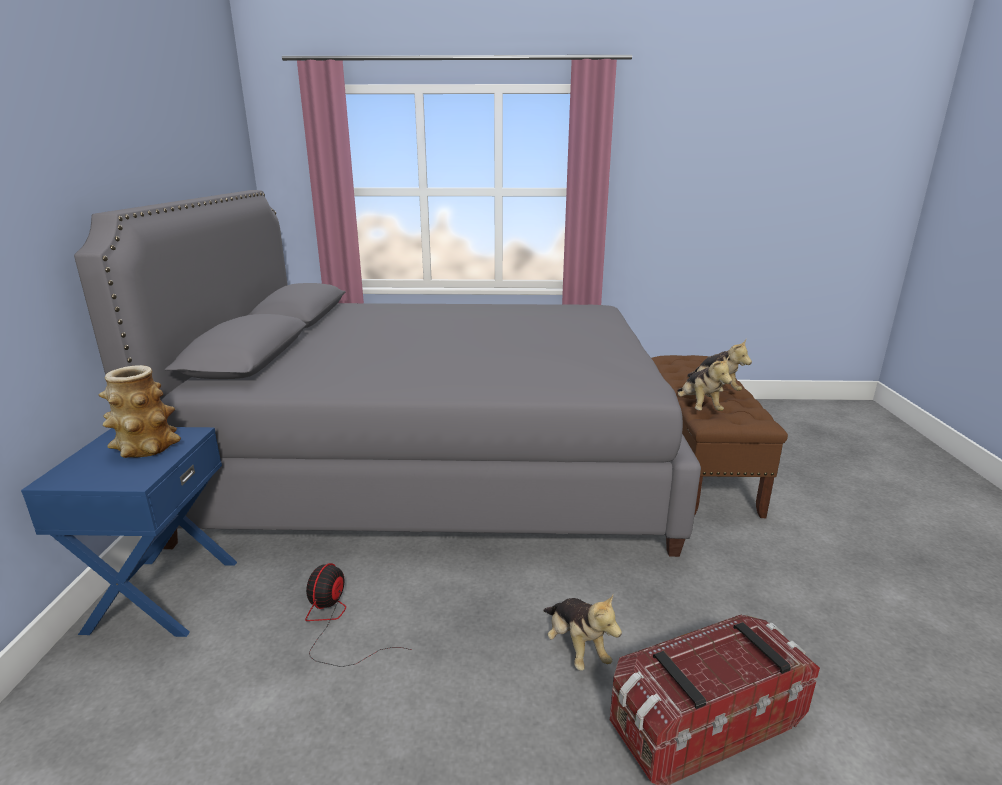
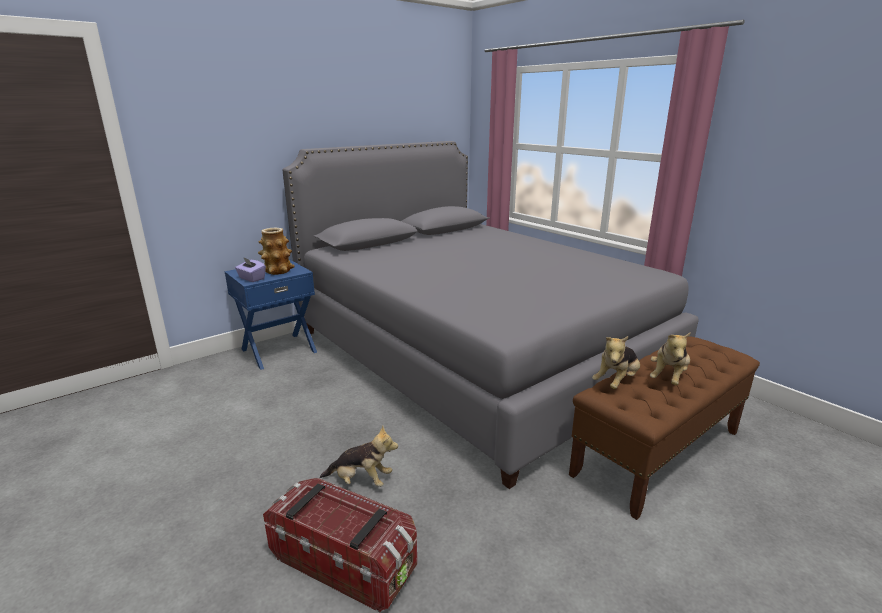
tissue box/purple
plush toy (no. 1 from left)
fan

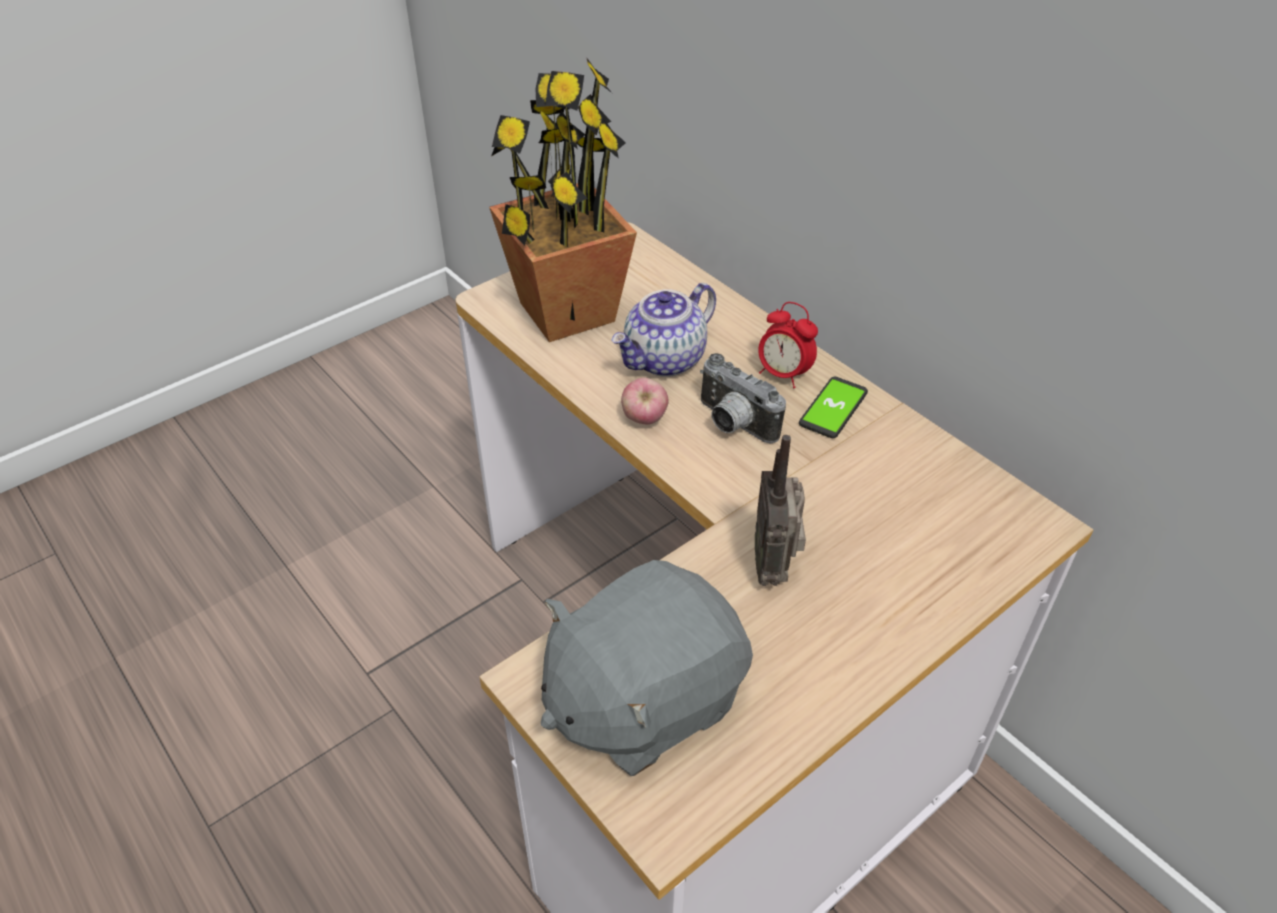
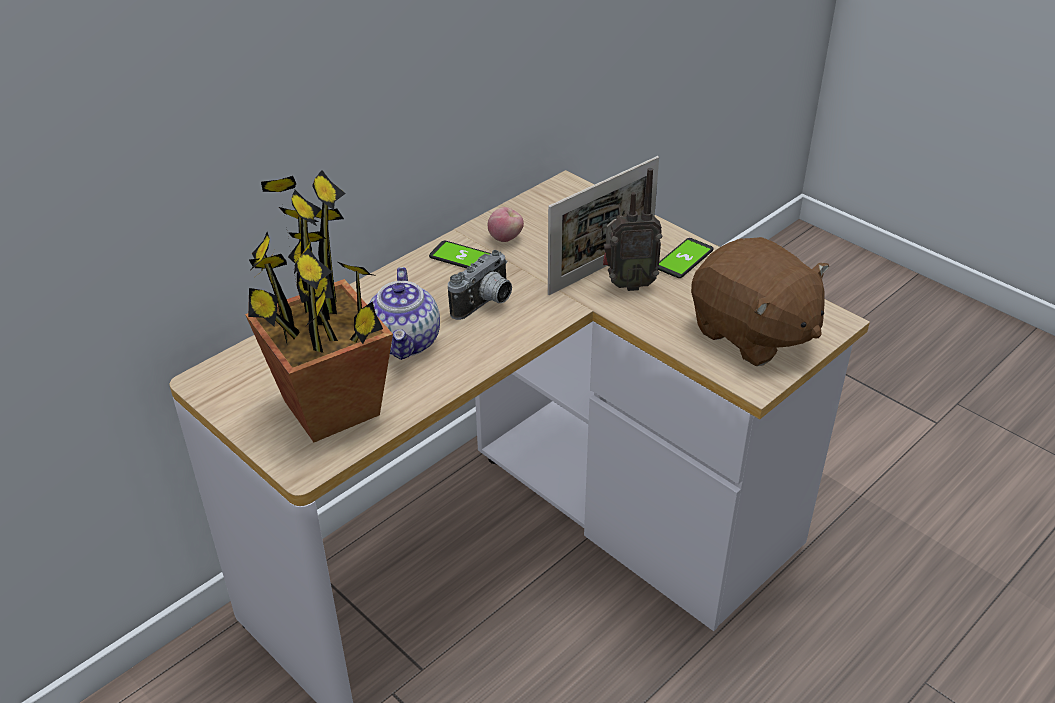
teapot
apple
picture frame
phone (no. 2 from left)
plush toy/brown
alarm clock

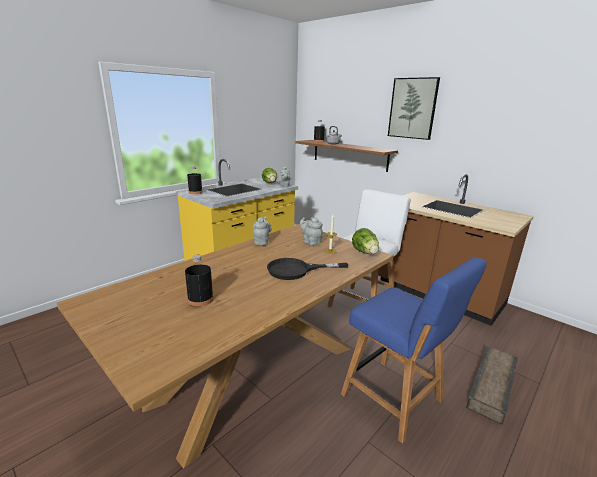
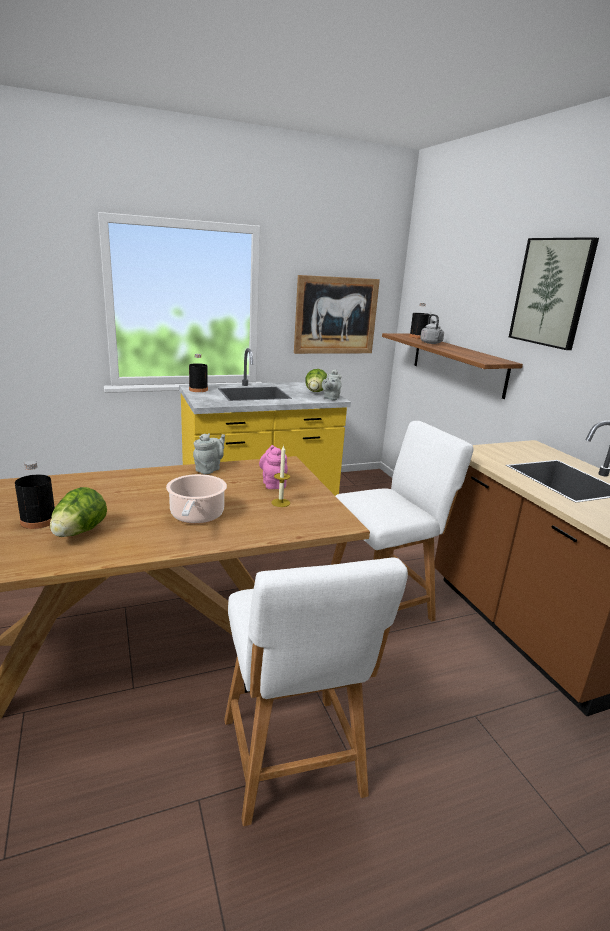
lettuce (no. 1 from left)
cooking pot
chair/white (no. 1 from left)
teapot/pink
picture (no. 1 from left)
crate

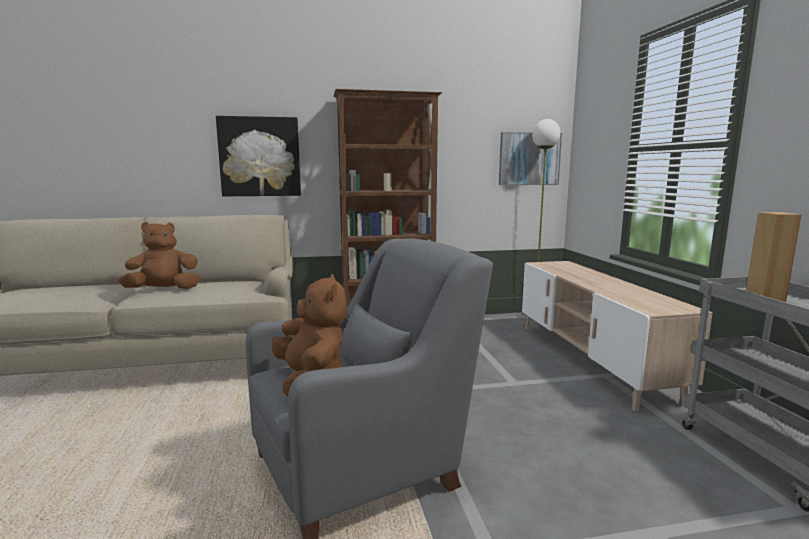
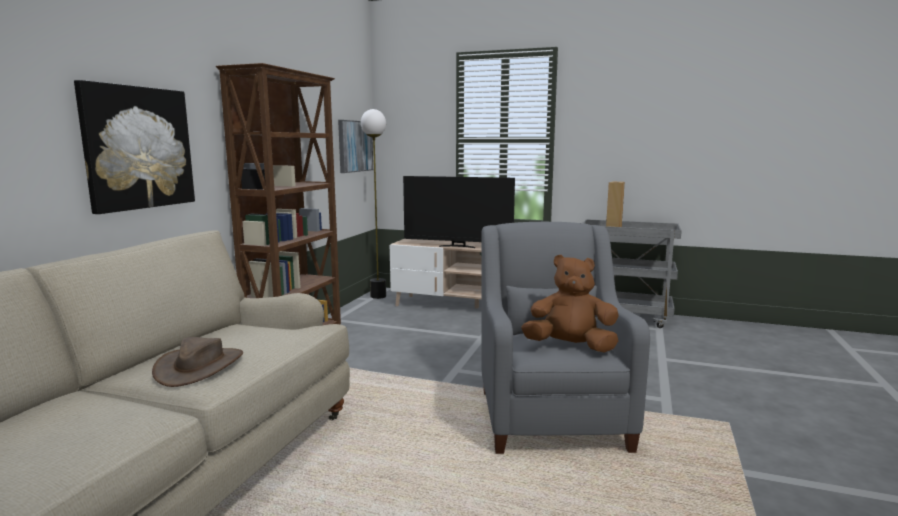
hat/brown
television

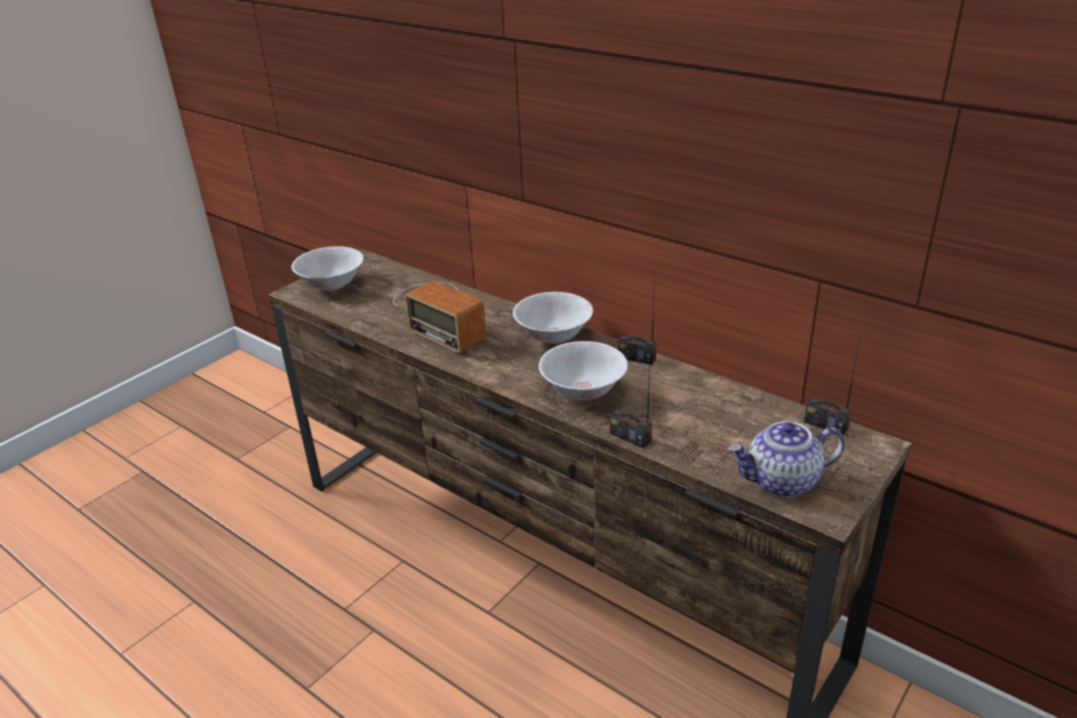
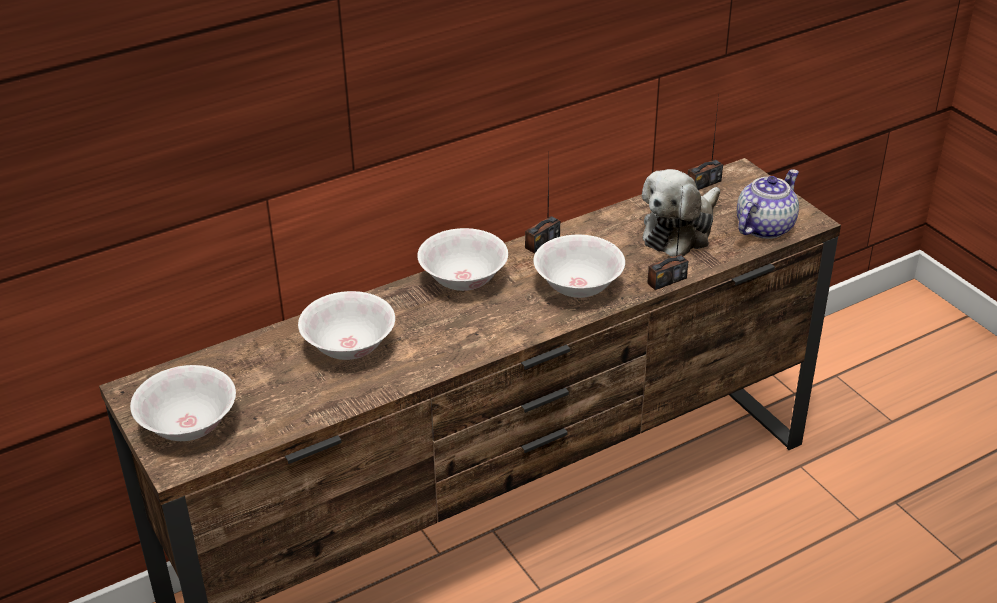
bowl/white (no. 2 from left)
plush toy
teapot

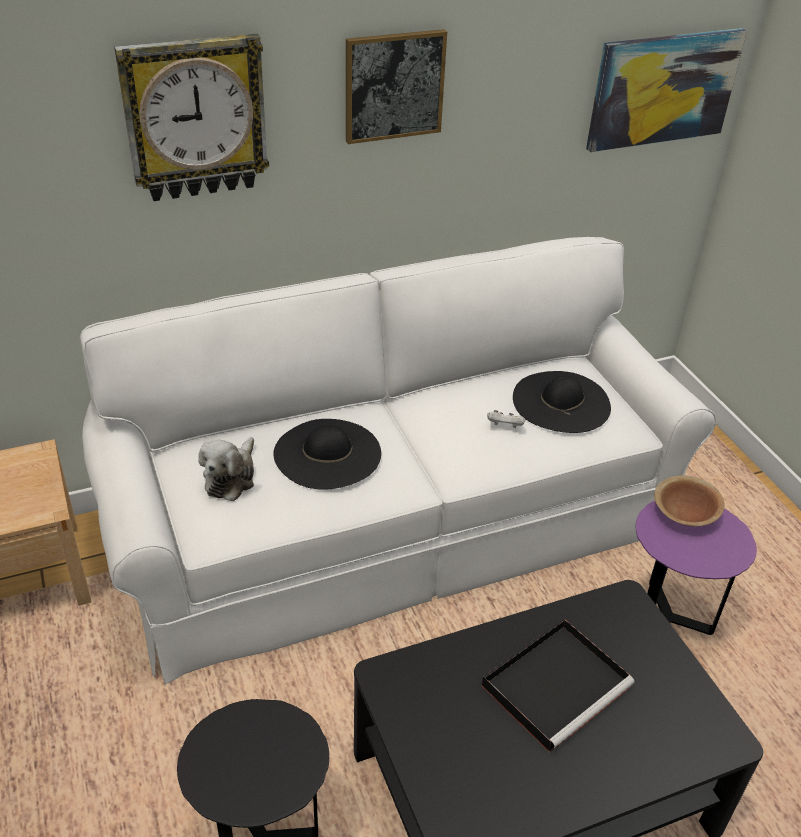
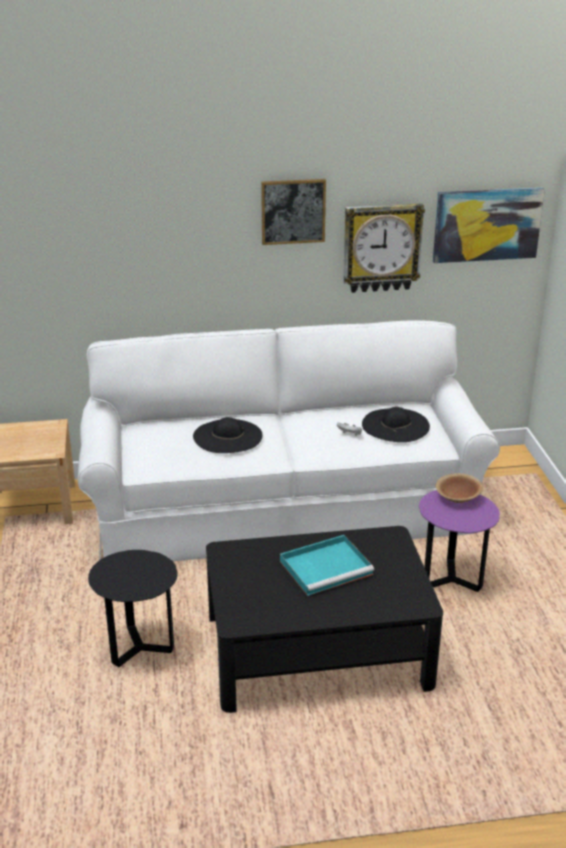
tray/turquoise
wall clock
plush toy

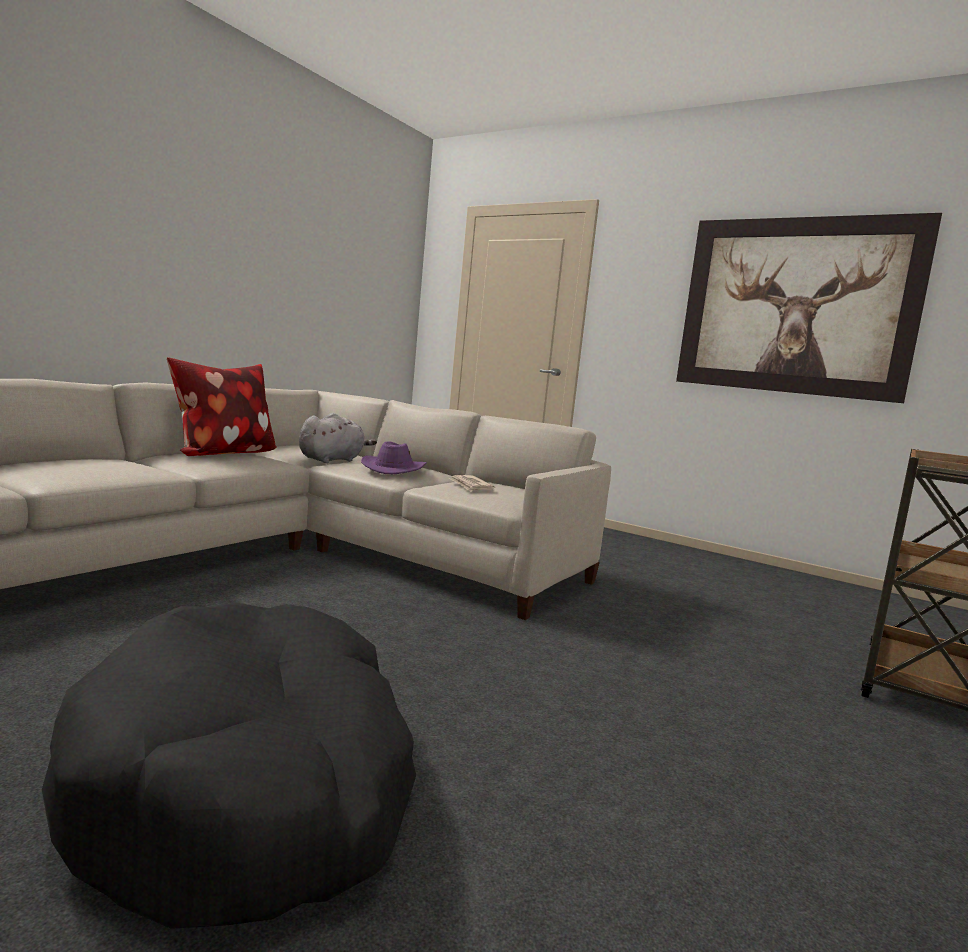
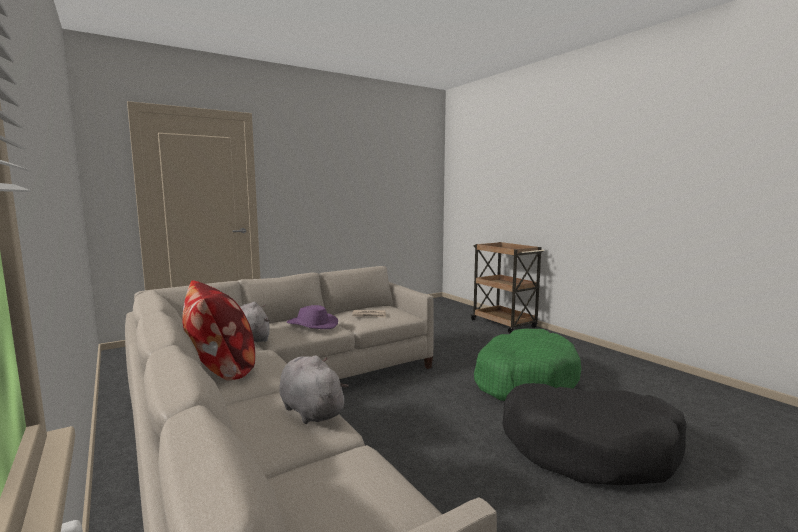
plush toy/grey (no. 2 from left)
dog bed/green
picture

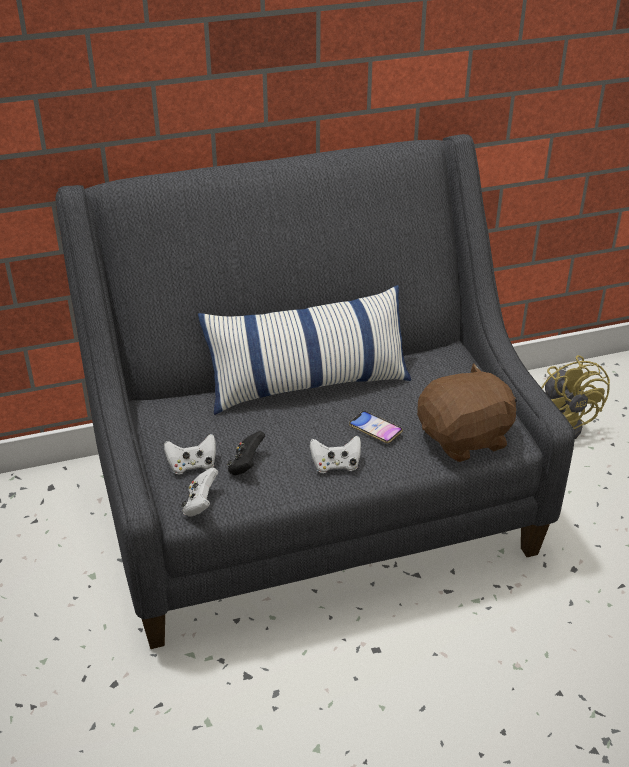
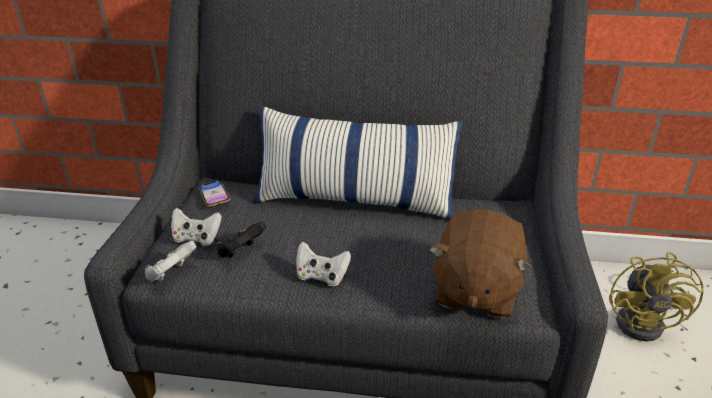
phone
plush toy/brown

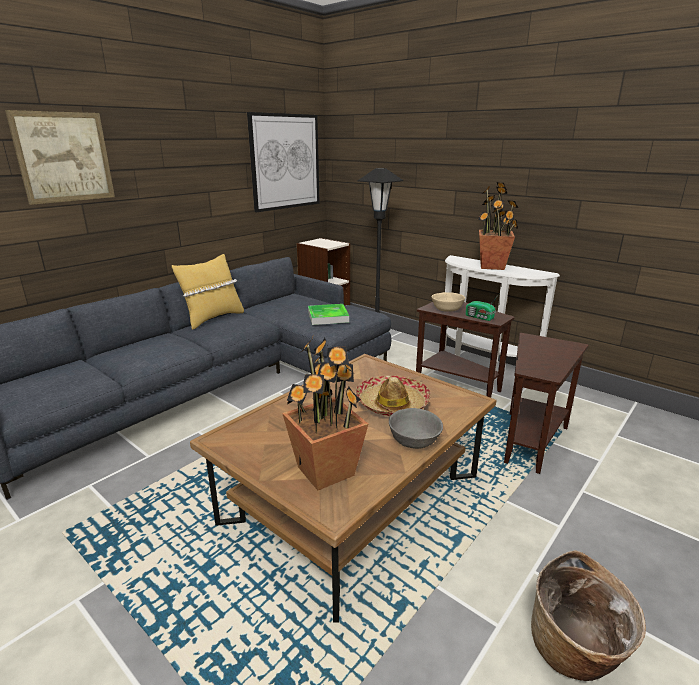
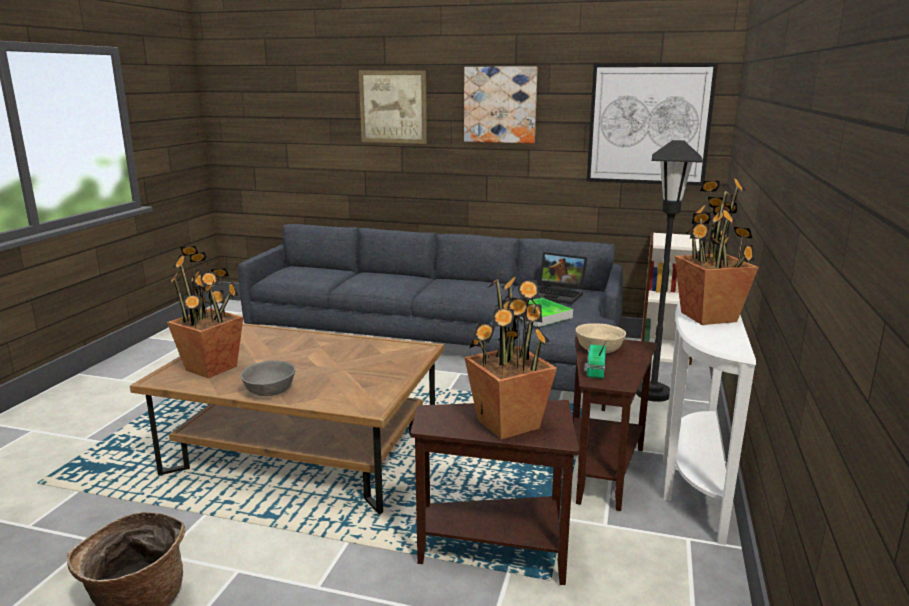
picture (no. 2 from left)
potted plant (no. 2 from left)
laptop
pillow/yellow
hat

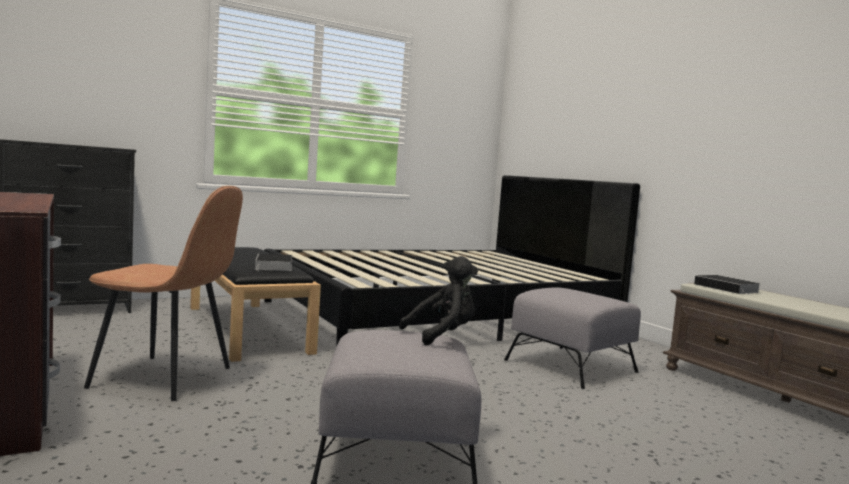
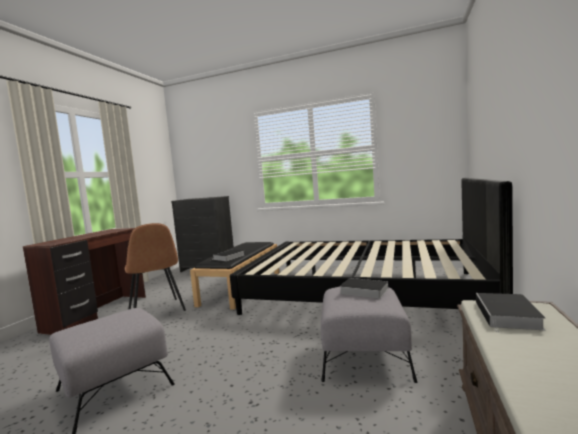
book (no. 2 from left)
plush toy/black

